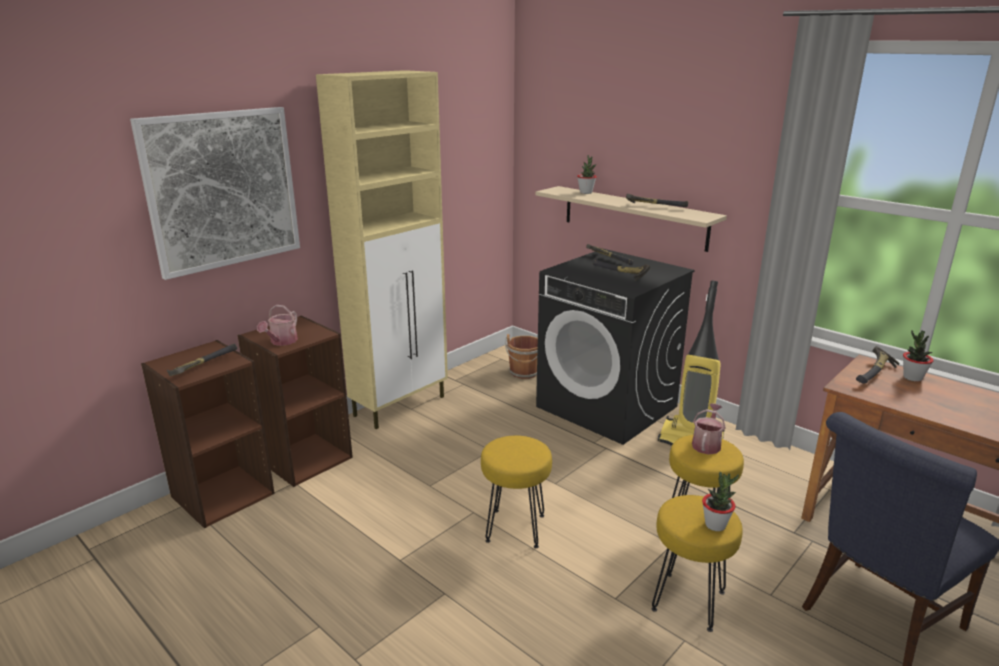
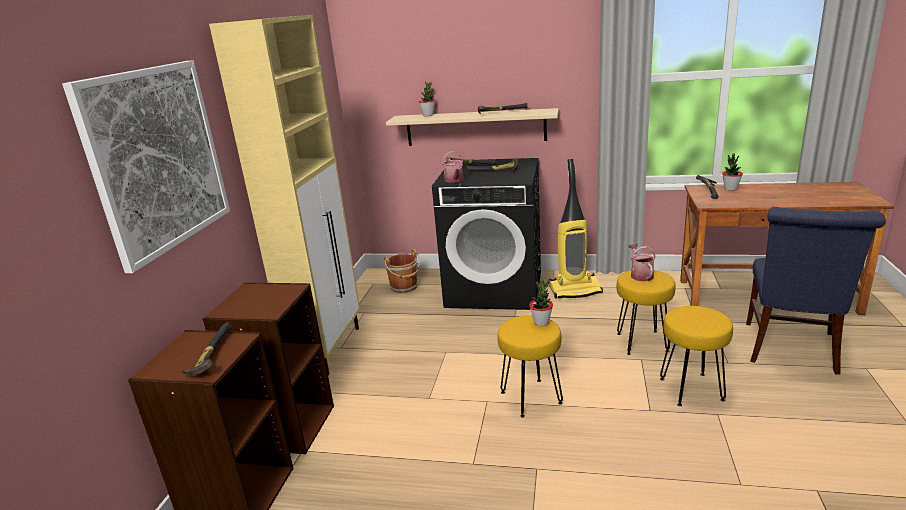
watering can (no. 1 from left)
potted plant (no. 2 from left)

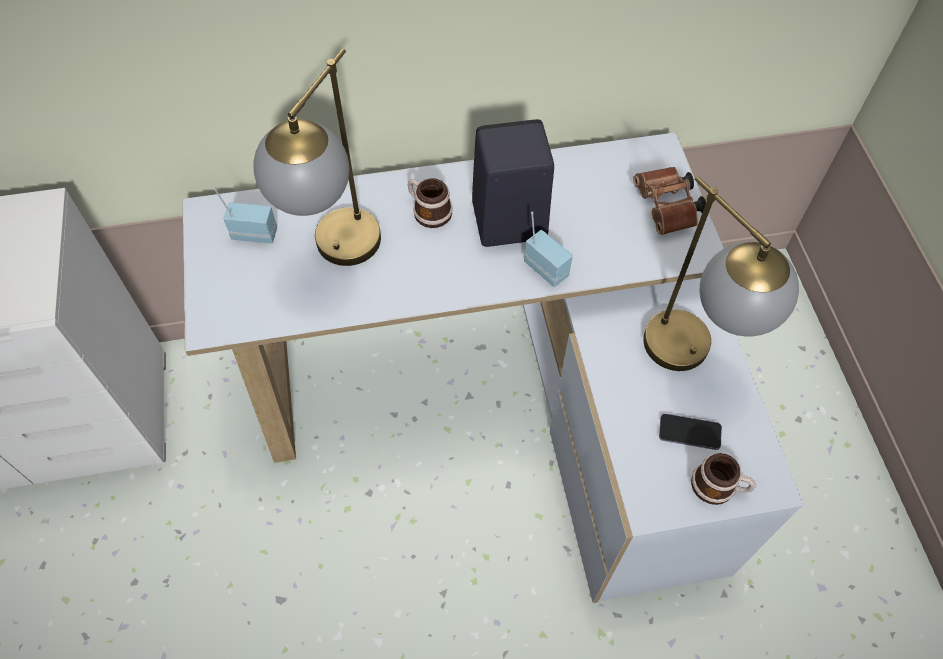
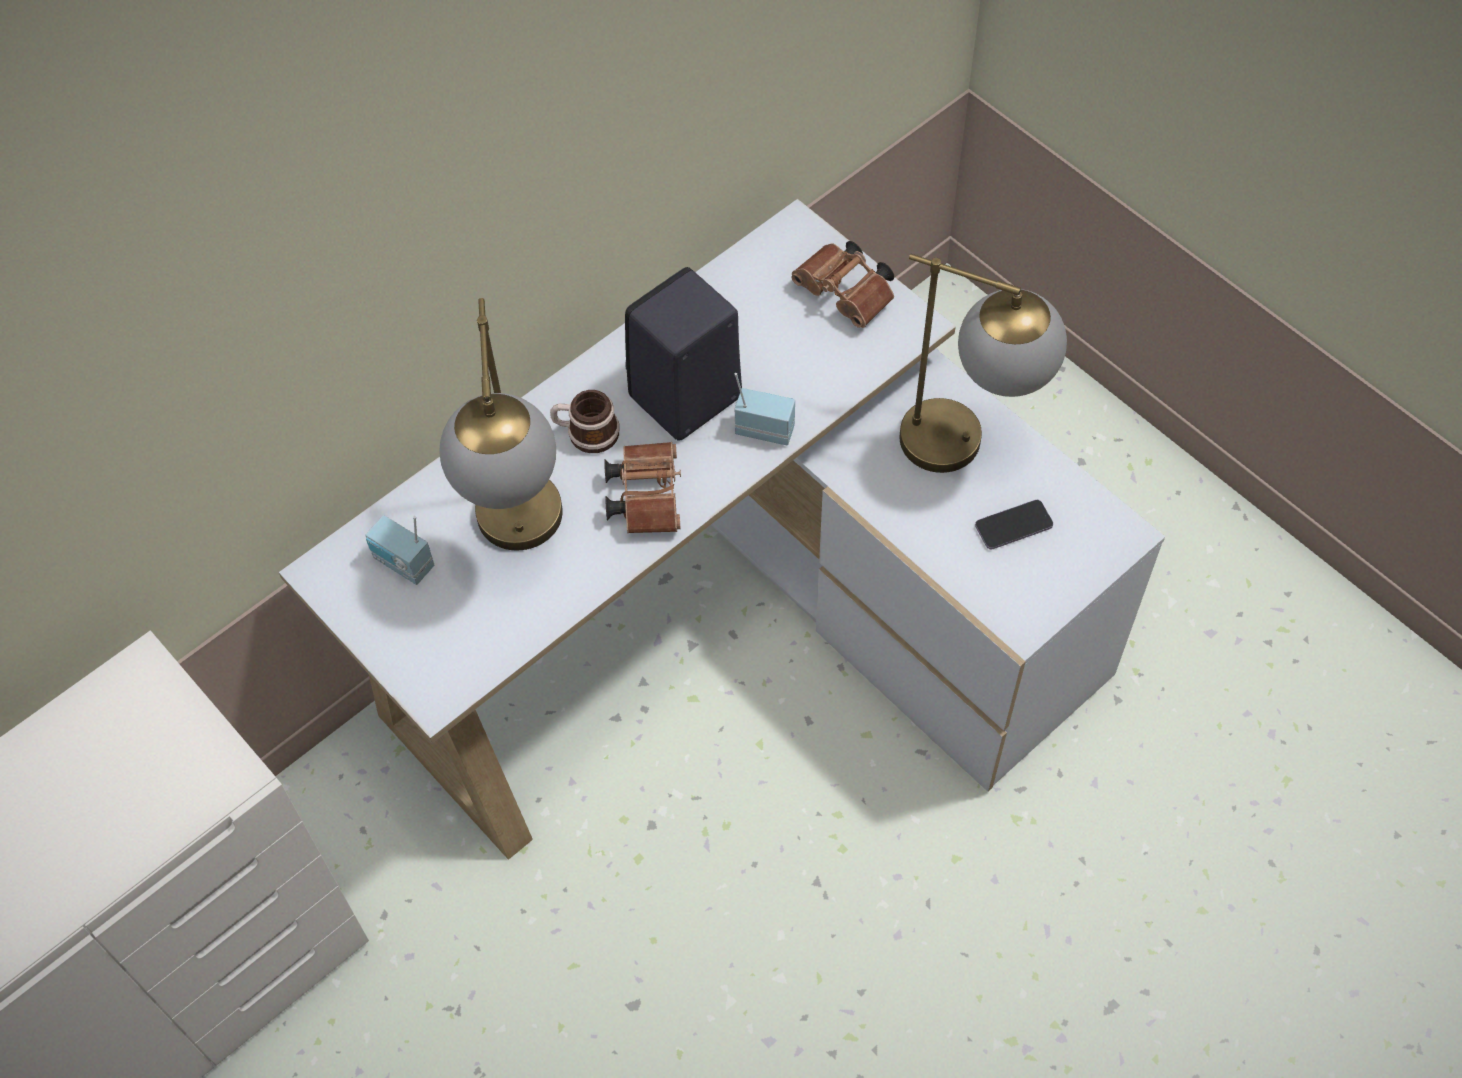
radio (no. 1 from left)
binoculars/brown (no. 1 from left)
mug (no. 2 from left in the first image)

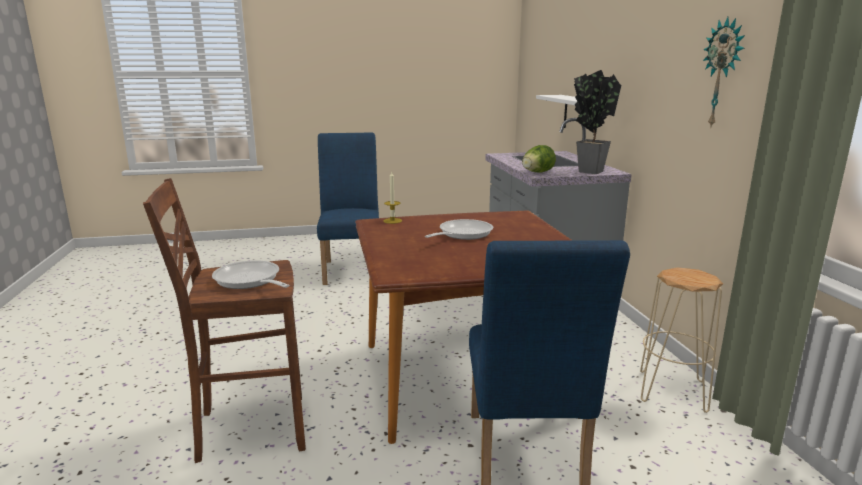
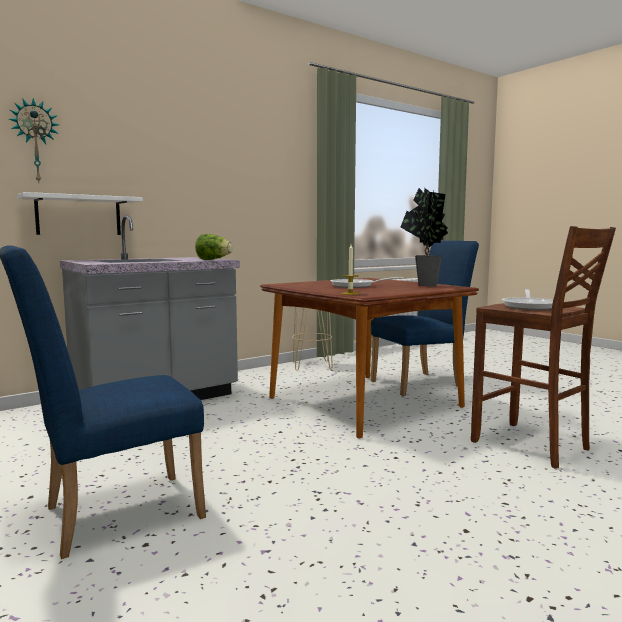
wall clock
potted plant

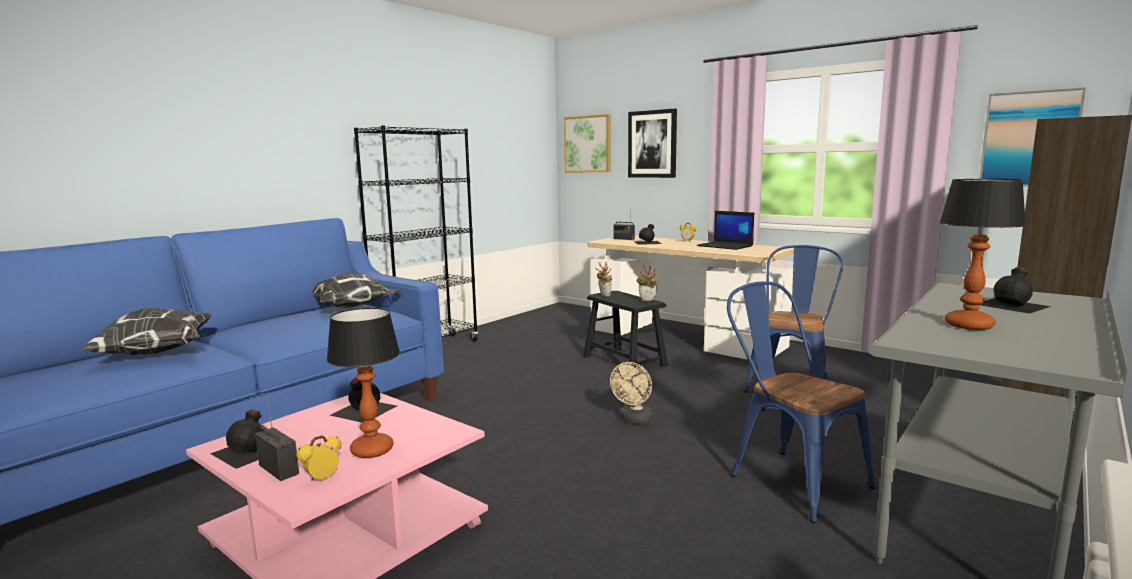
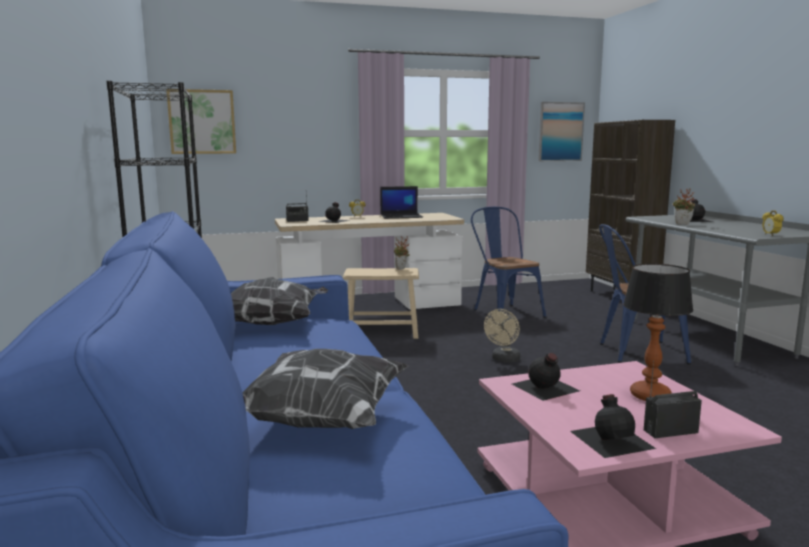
stool/beige
fan/beige
potted plant (no. 2 from left)
alarm clock (no. 2 from left)
picture (no. 2 from left in the first image)
table lamp (no. 2 from left in the first image)

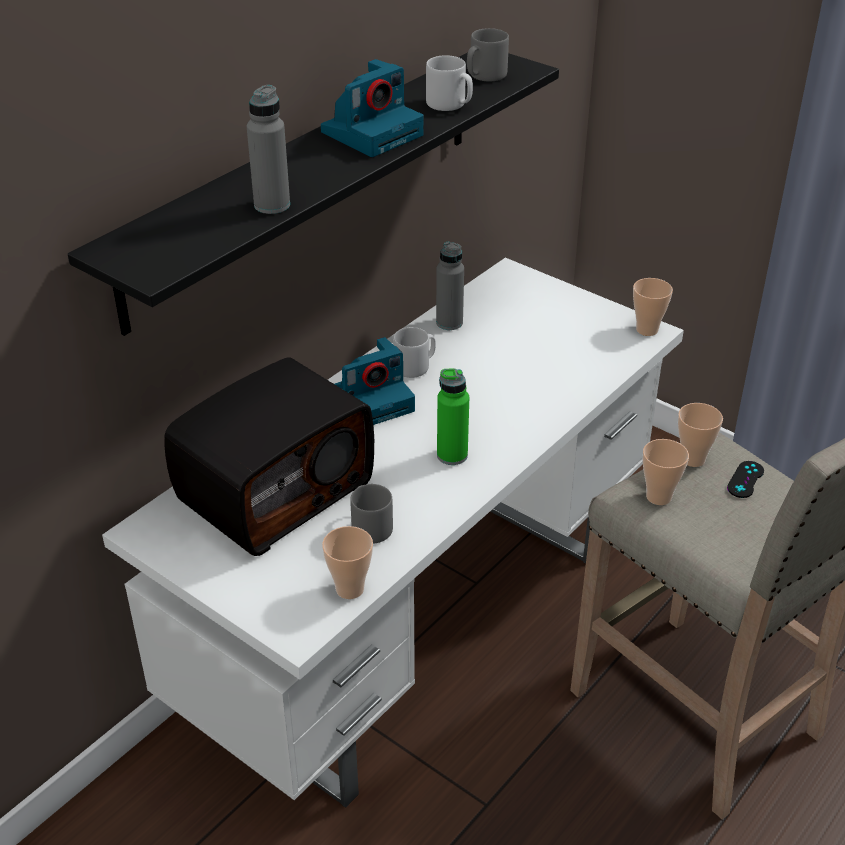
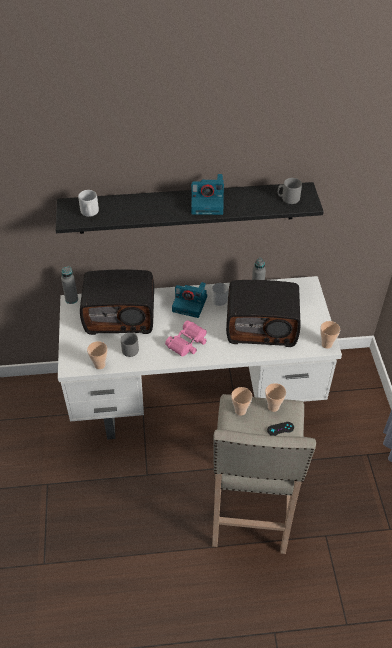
bottle/grey (no. 1 from left)
mug/grey (no. 1 from left)
binoculars/pink
radio (no. 2 from left)

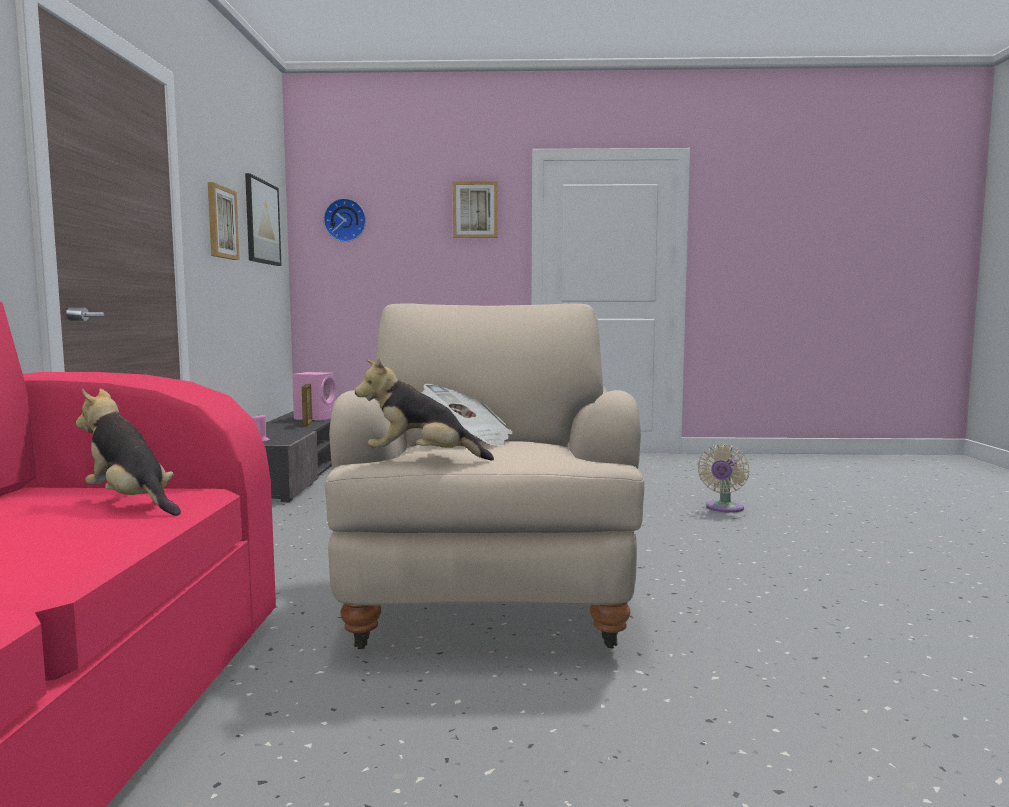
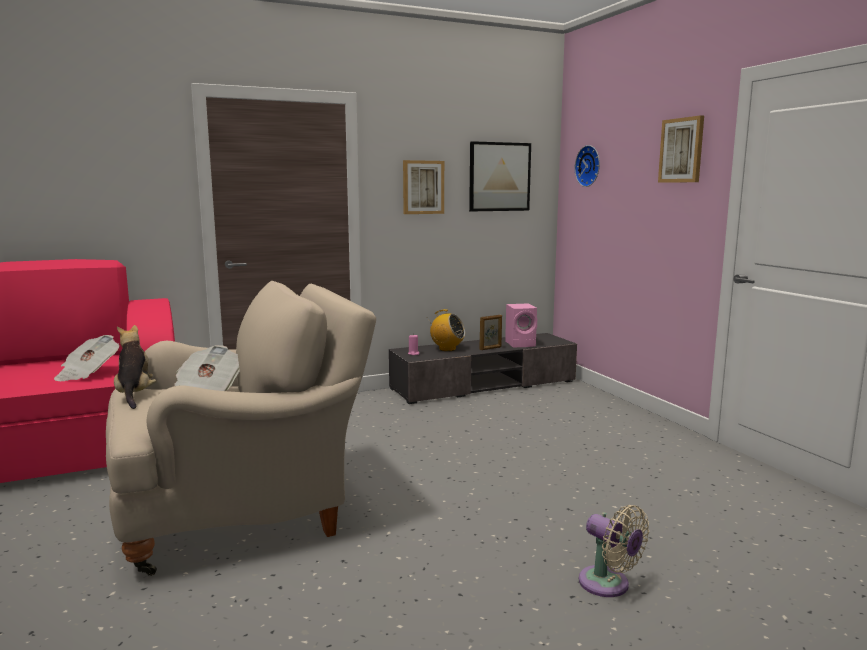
newspaper (no. 1 from left)
radio
fan/beige

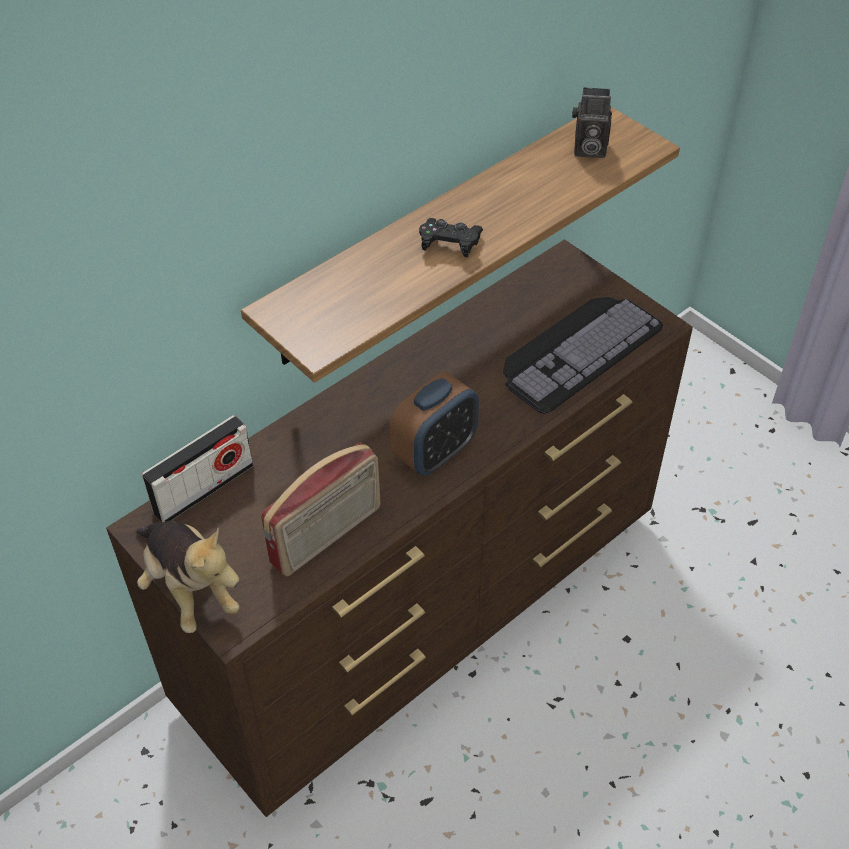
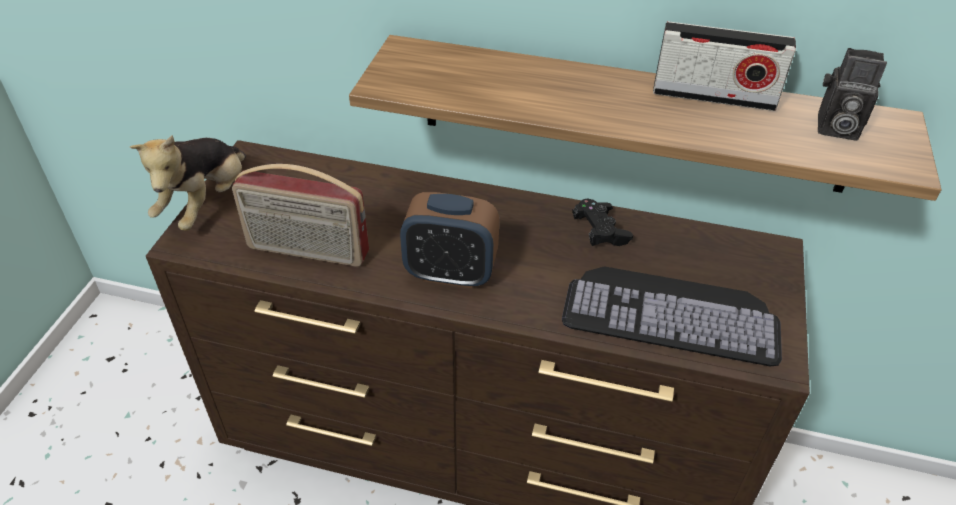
game controller/black
radio (no. 2 from left)
photo camera

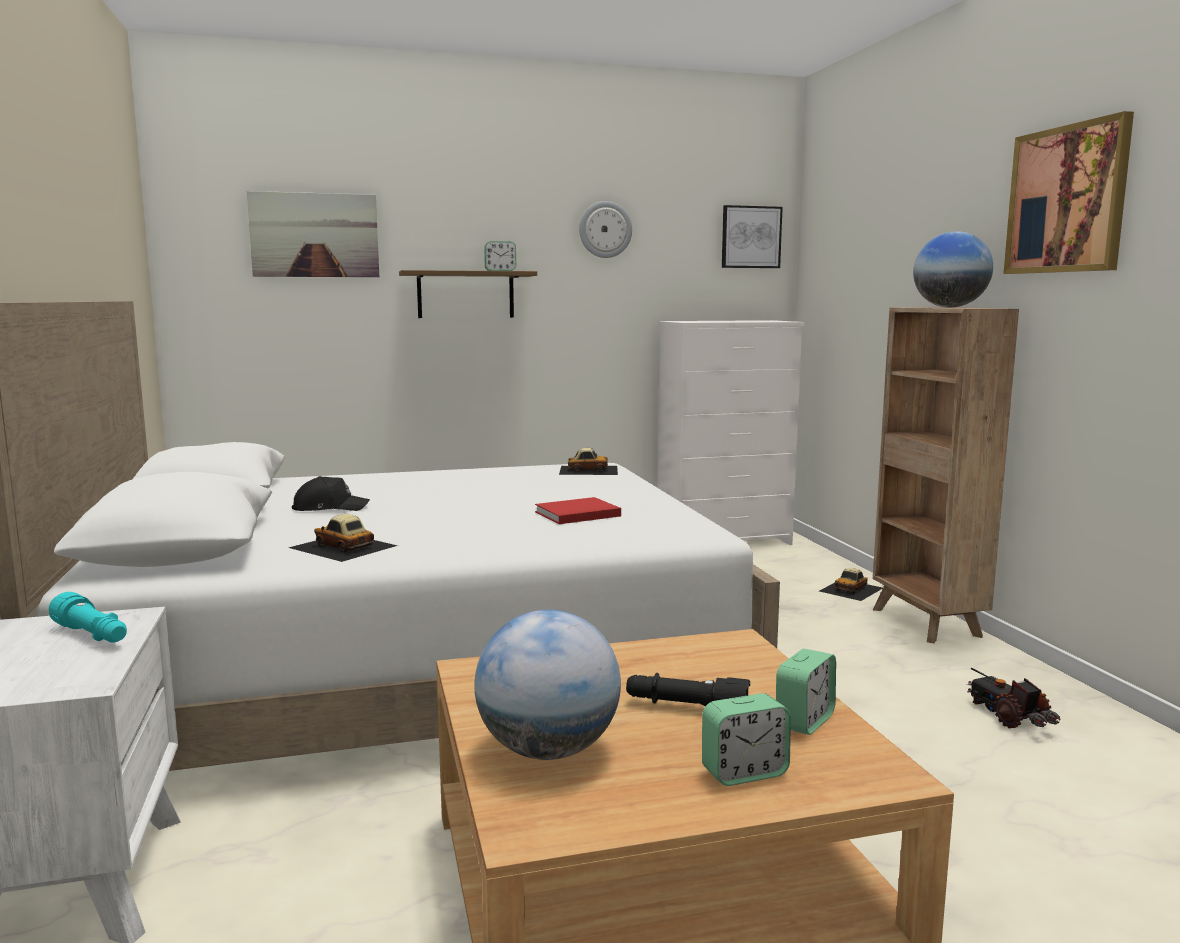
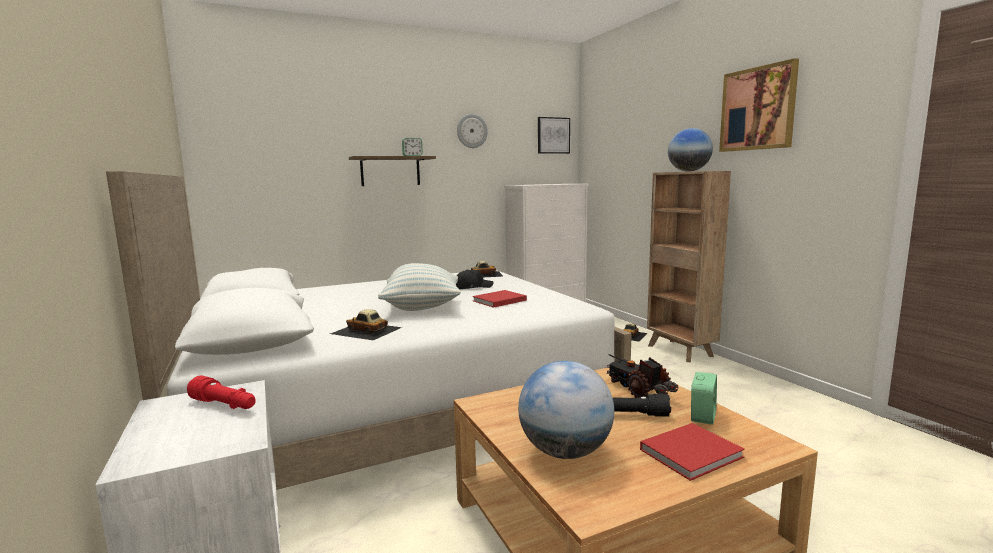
flashlight/red
pillow
cap/black
toy truck
book/red (no. 2 from left)
picture (no. 1 from left in the first image)

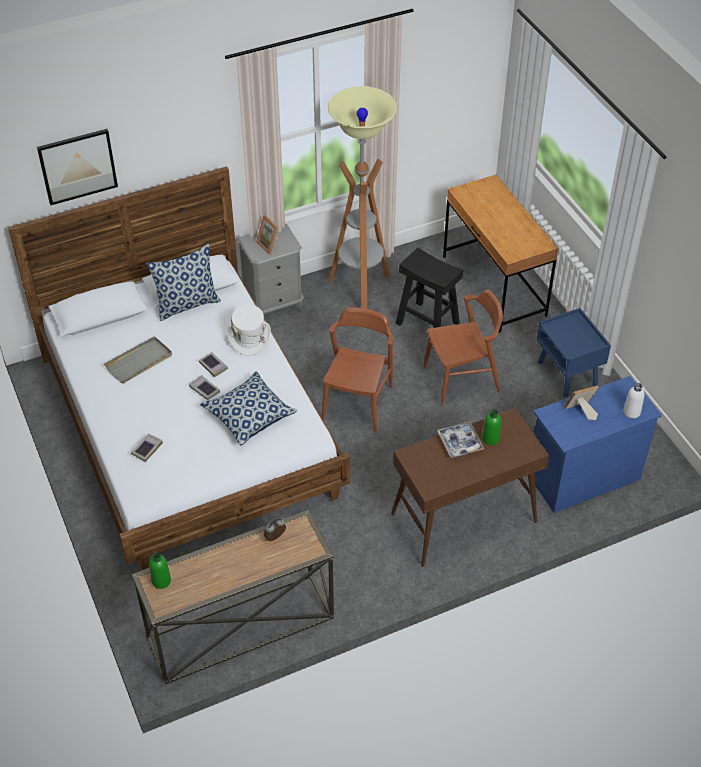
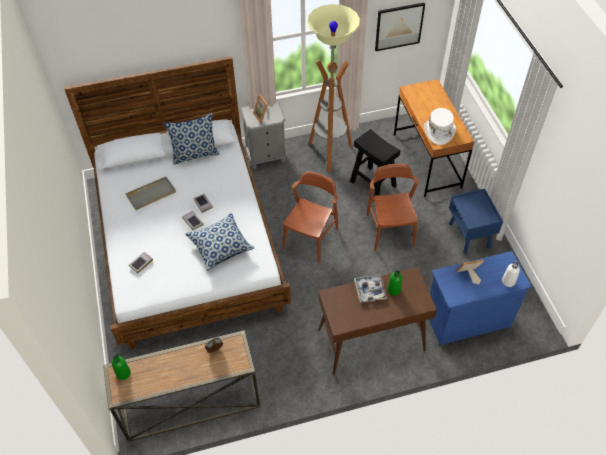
chair/brown (no. 2 from left)
picture
hat/white

